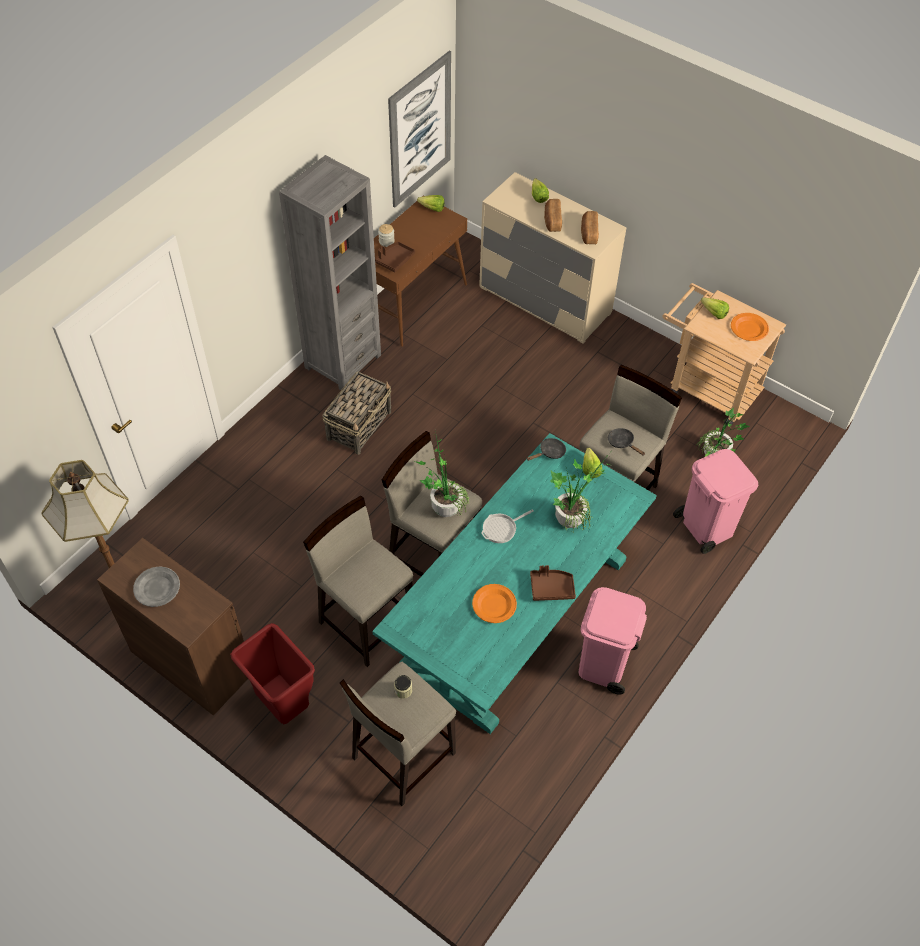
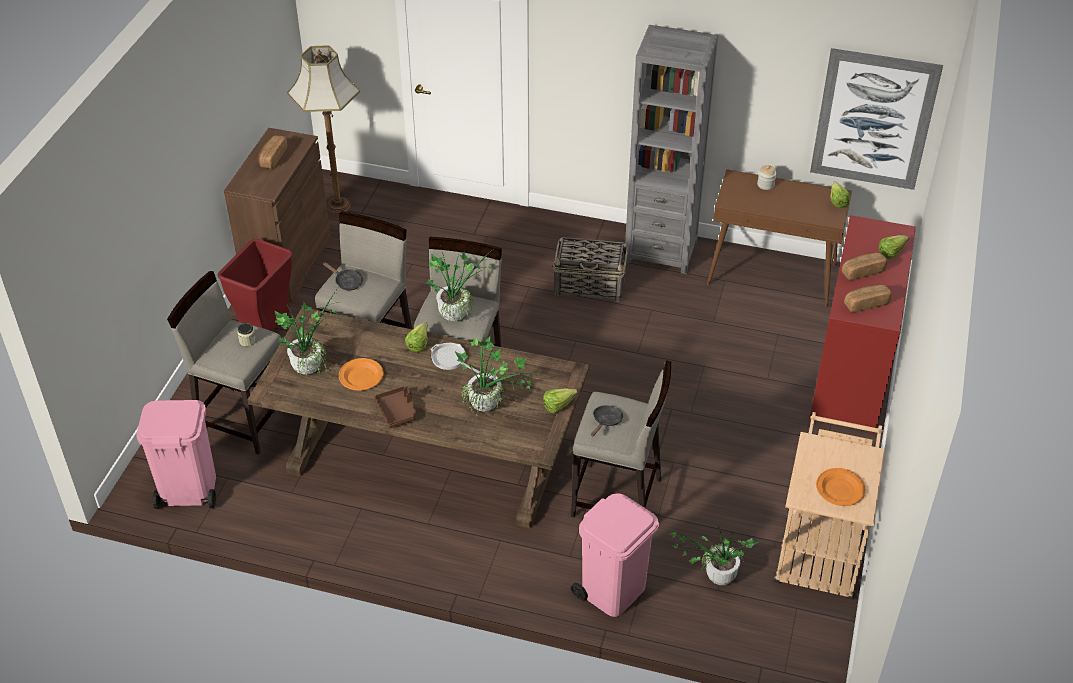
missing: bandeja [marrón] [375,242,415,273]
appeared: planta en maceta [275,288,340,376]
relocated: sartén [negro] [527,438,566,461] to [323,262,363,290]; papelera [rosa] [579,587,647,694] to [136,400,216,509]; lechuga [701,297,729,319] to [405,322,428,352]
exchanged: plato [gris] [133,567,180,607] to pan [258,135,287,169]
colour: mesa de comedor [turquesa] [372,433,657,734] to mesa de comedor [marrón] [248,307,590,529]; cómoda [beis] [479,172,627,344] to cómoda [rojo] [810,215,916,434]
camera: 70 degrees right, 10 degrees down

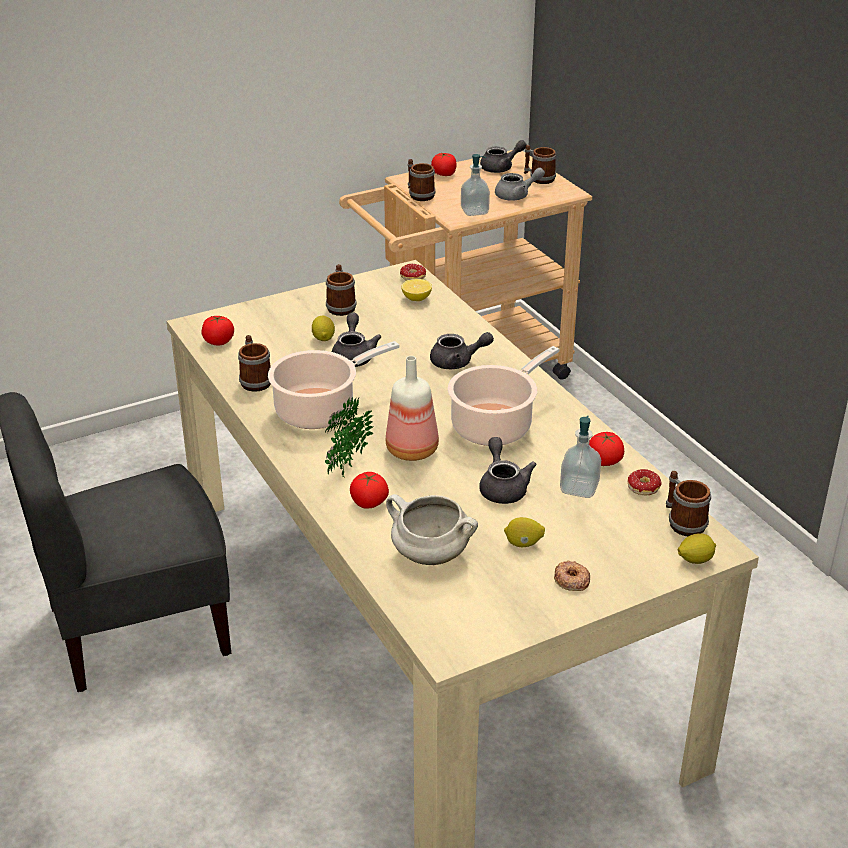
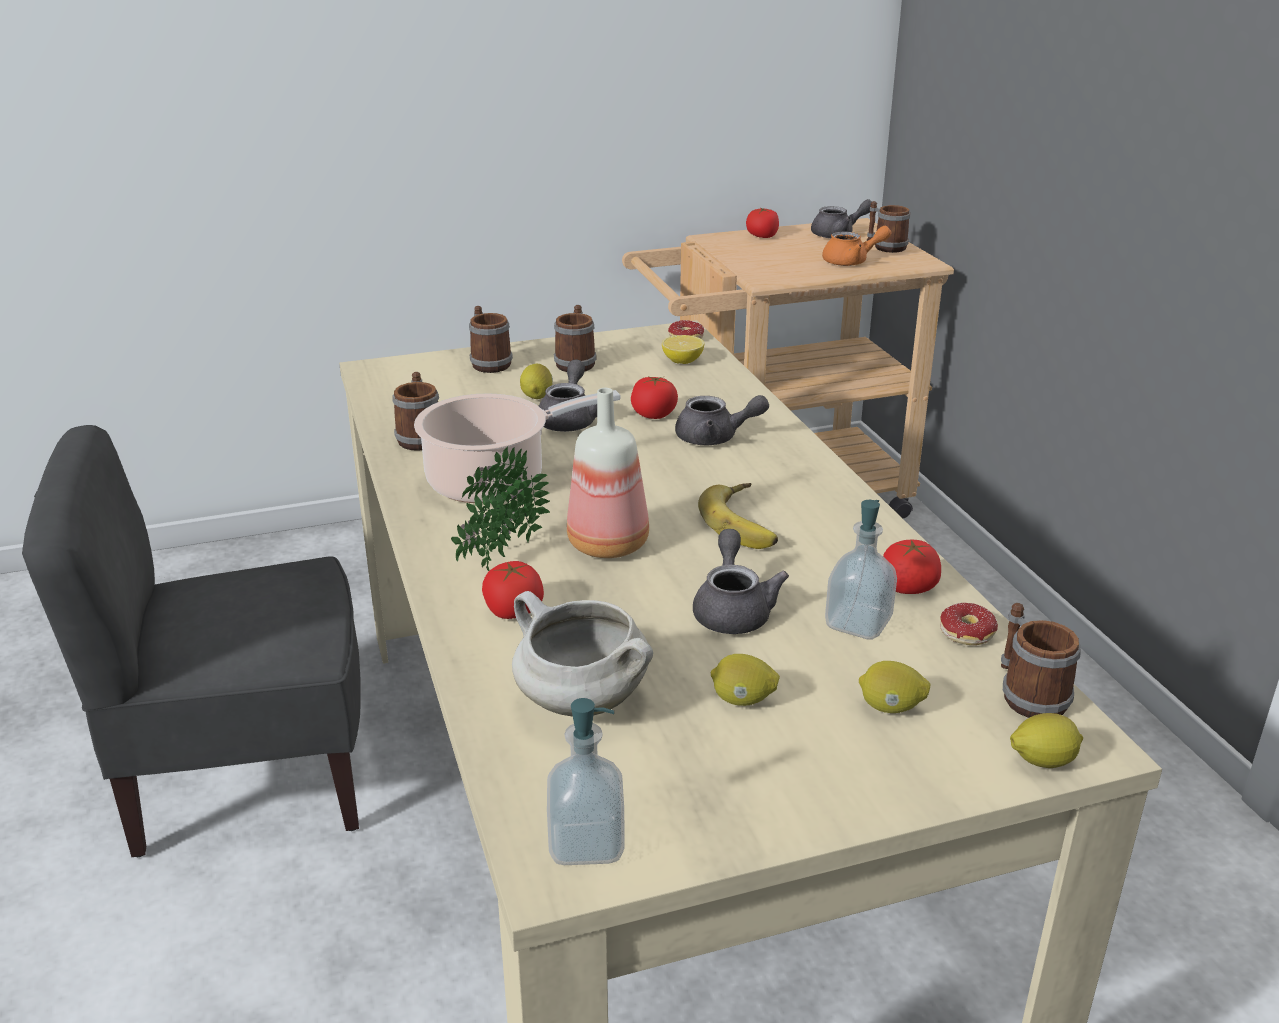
missing: rosquilla [554,560,590,591]
appeared: limón [859,661,931,713]
relocated: tomate [201,316,234,345] to [631,376,678,419]; taza grande [408,159,436,201] to [469,306,513,373]; dispensador de jabón [461,154,490,216] to [547,698,625,865]
exchanged: olla [448,346,559,446] to plátano [698,483,778,549]
colour: tetera [gris] [495,167,545,201] to tetera [naranja] [822,226,891,266]
camera: 10 degrees right, 5 degrees down

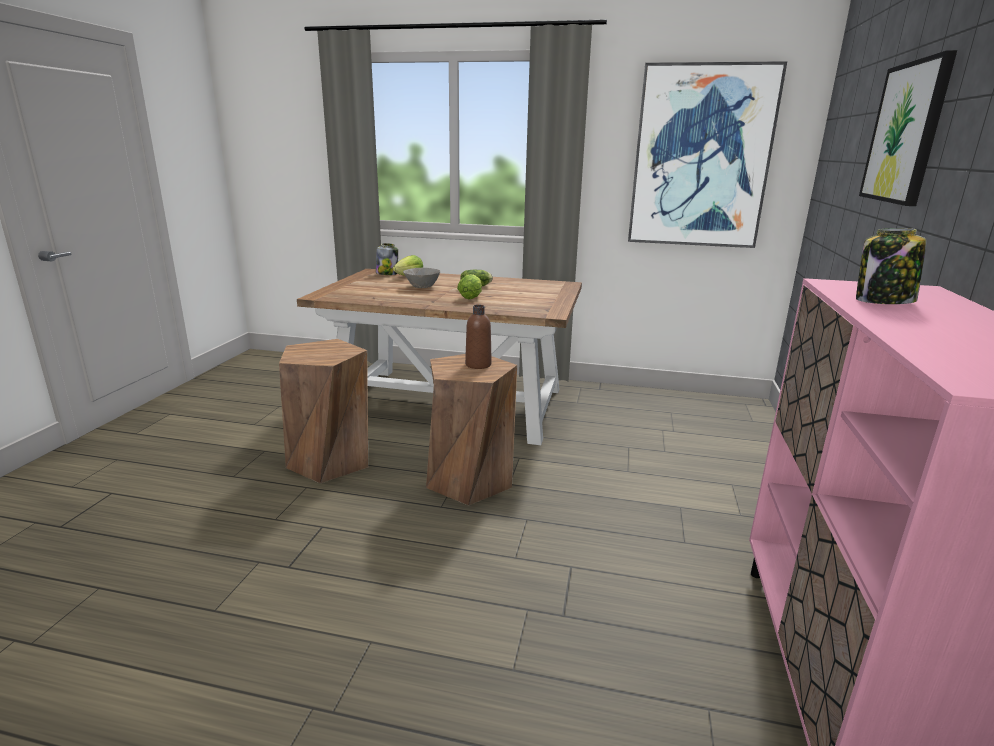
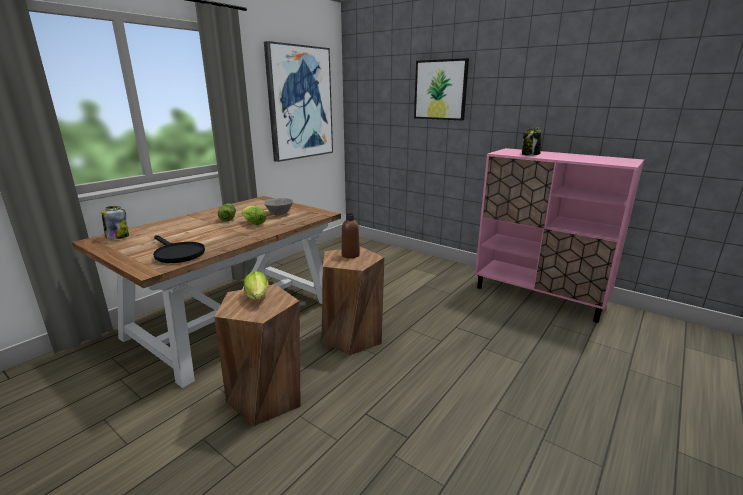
appeared: sartén [negro] [153,235,205,263]
relocated: lechuga [393,255,423,276] to [244,271,269,301]; cuenco [gris] [403,268,441,288] to [263,198,293,215]
camera: 65 degrees left, 0 degrees up

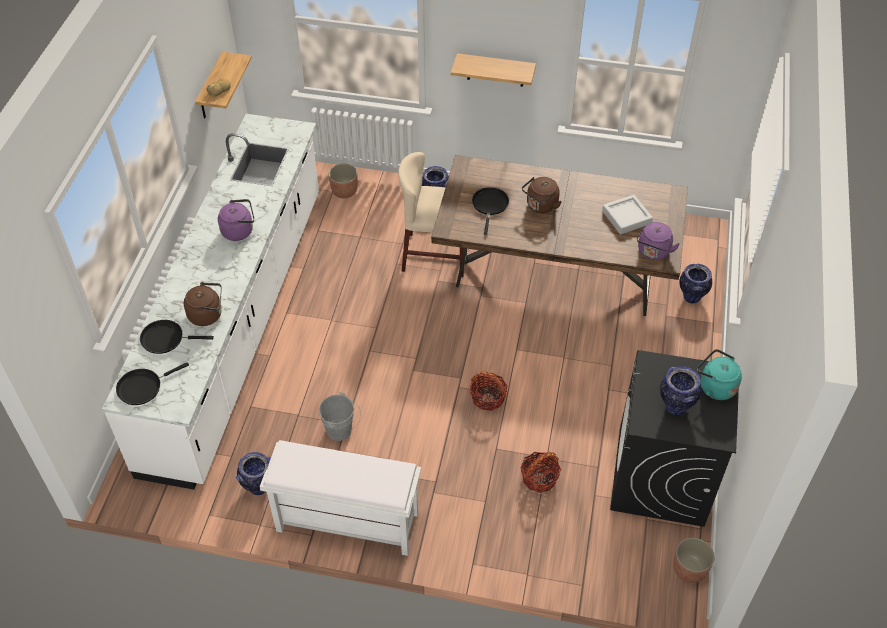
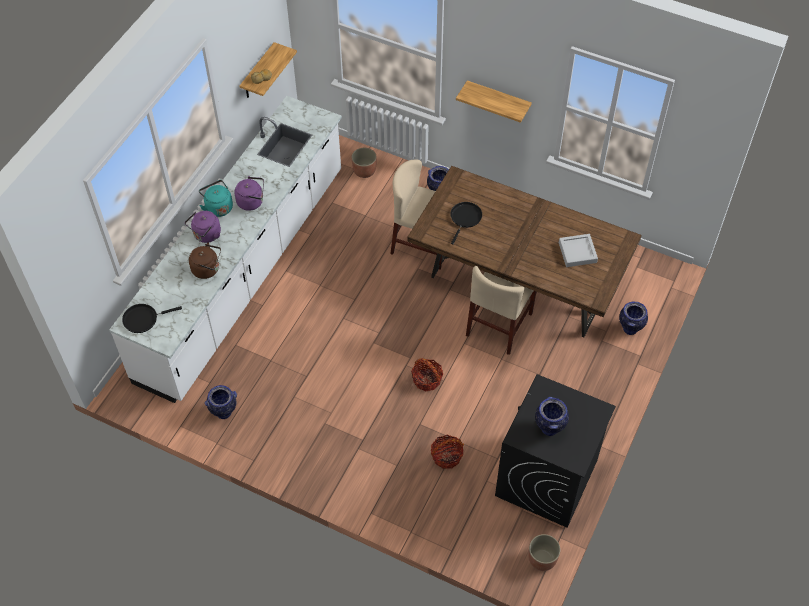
missing: sartén [negro] [140,320,214,354]; banco [blanco] [260,440,421,556]; cubo [gris] [319,392,361,441]; hervidor [marrón] [522,177,562,213]
appeared: silla [beis] [466,266,536,355]
relocated: hervidor [morado] [637,222,680,260] to [185,211,221,243]; hervidor [turquesa] [697,349,742,400] to [199,180,233,217]
camera: 15 degrees right, 5 degrees up

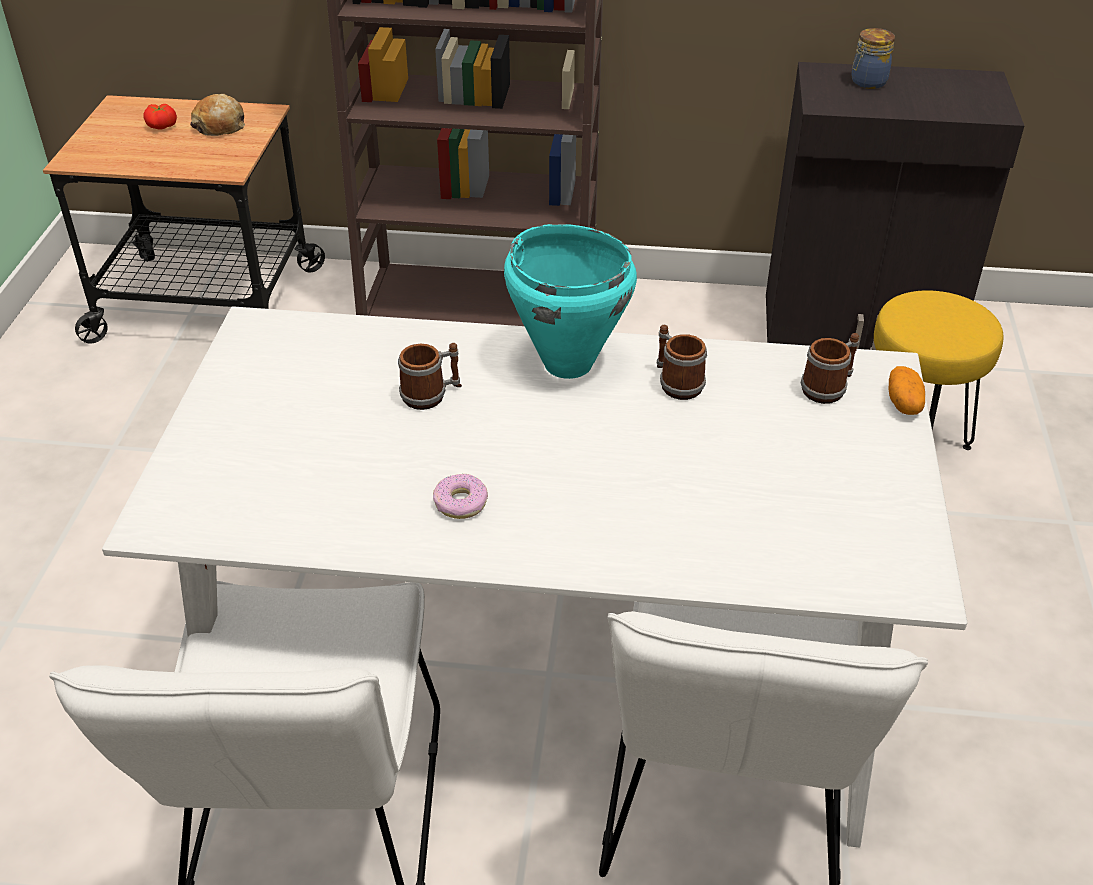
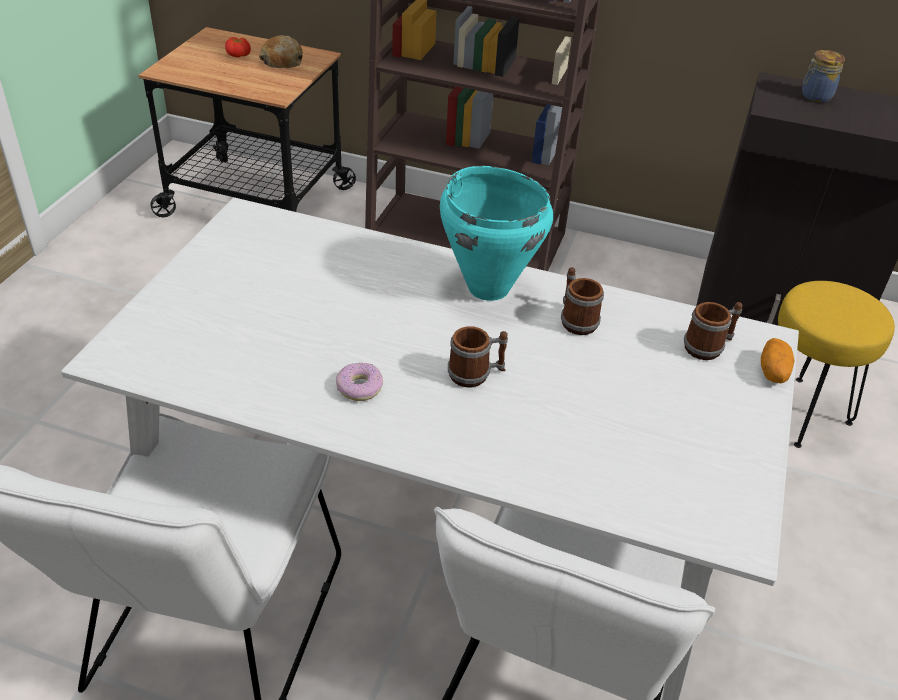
relocated: taza grande [398,343,462,410] to [448,326,508,387]
camera: 10 degrees right, 0 degrees up

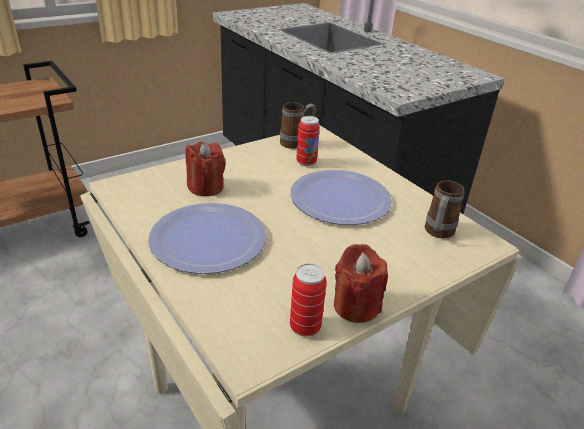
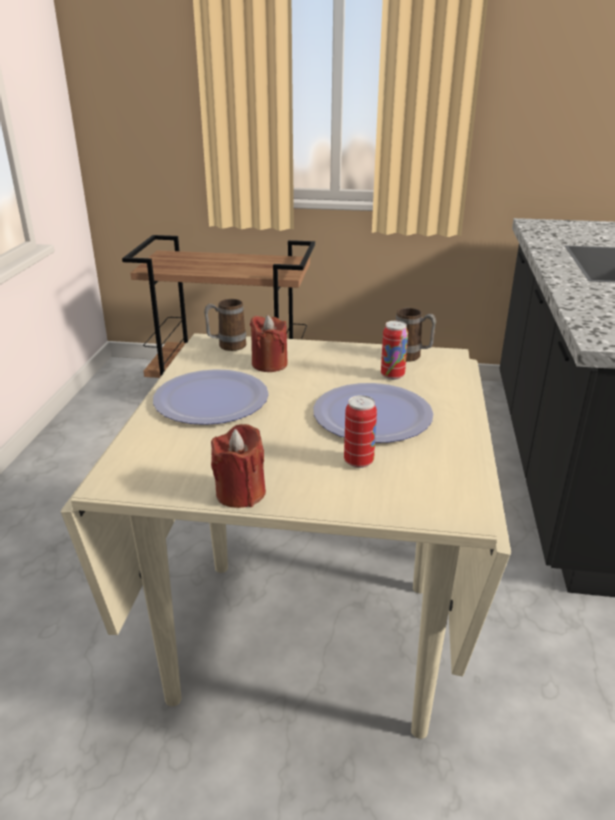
relocated: lata [290,263,327,336] to [344,395,377,468]; taza grande [425,180,465,238] to [204,299,246,351]
camera: 45 degrees right, 5 degrees down

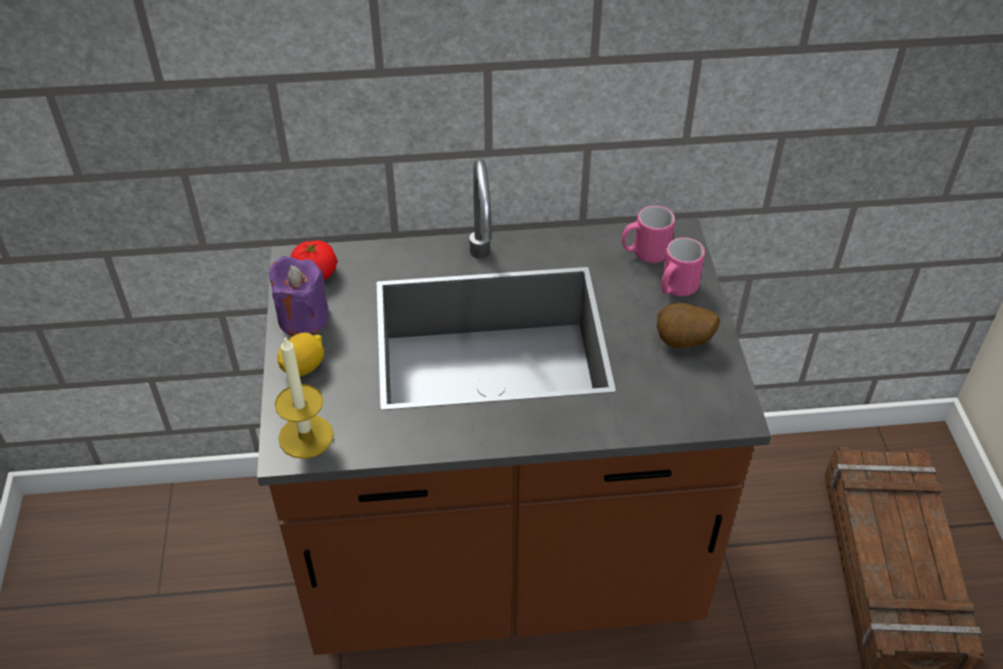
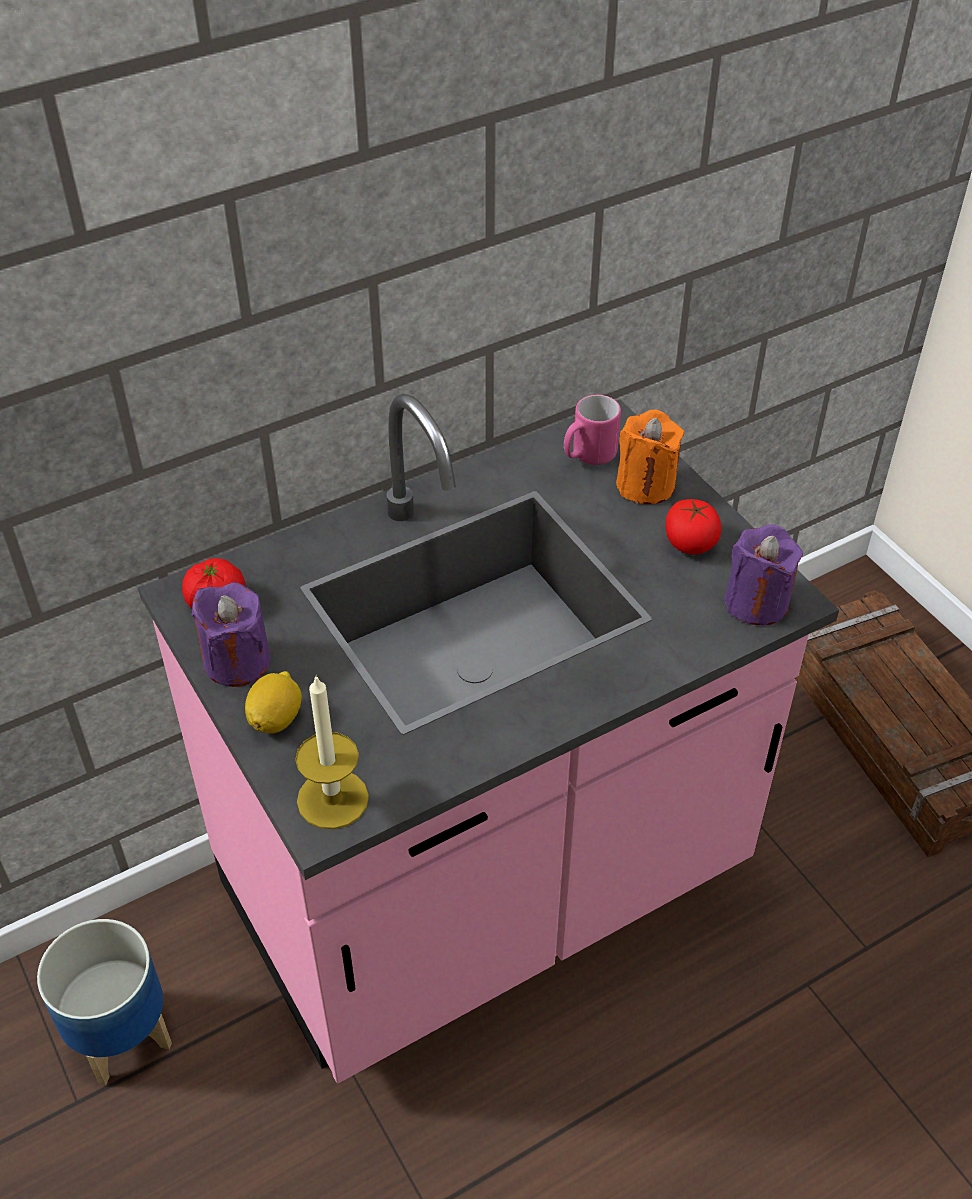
appeared: maceta [37,919,172,1086]; vela [morado] [725,524,803,625]
exchanged: patata [657,303,720,349] to tomate [666,499,721,555]; taza grande [rosa] [661,237,705,296] to vela [naranja] [616,409,684,504]
colour: mueble bajo de cocina [marrón] [257,158,771,655] to mueble bajo de cocina [rosa] [138,394,839,1083]
camera: 25 degrees left, 0 degrees up

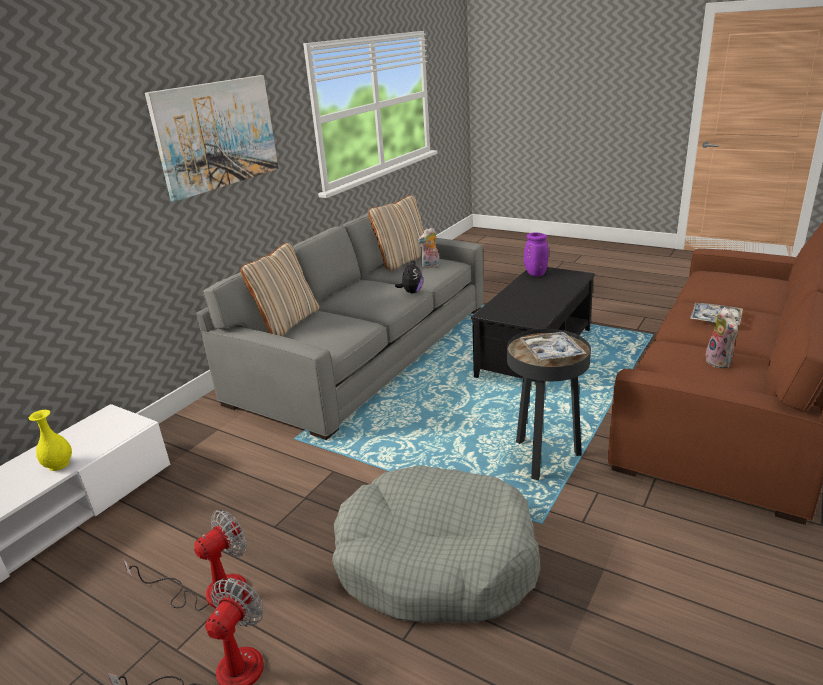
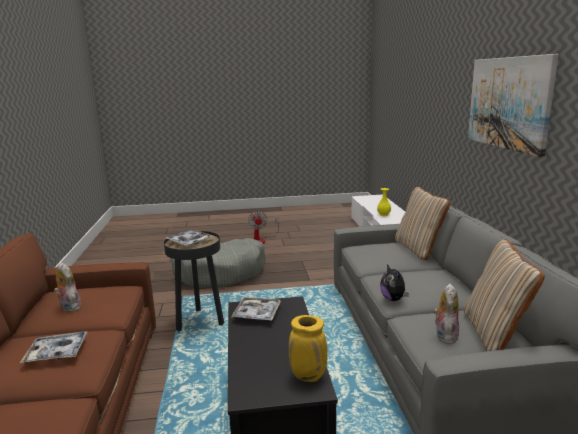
missing: ventilador [123,510,248,611]
appeared: bandeja [231,297,281,321]
colour: florero [morado] [524,232,549,276] to florero [amarillo] [289,315,328,382]
camera: 140 degrees right, 10 degrees down

